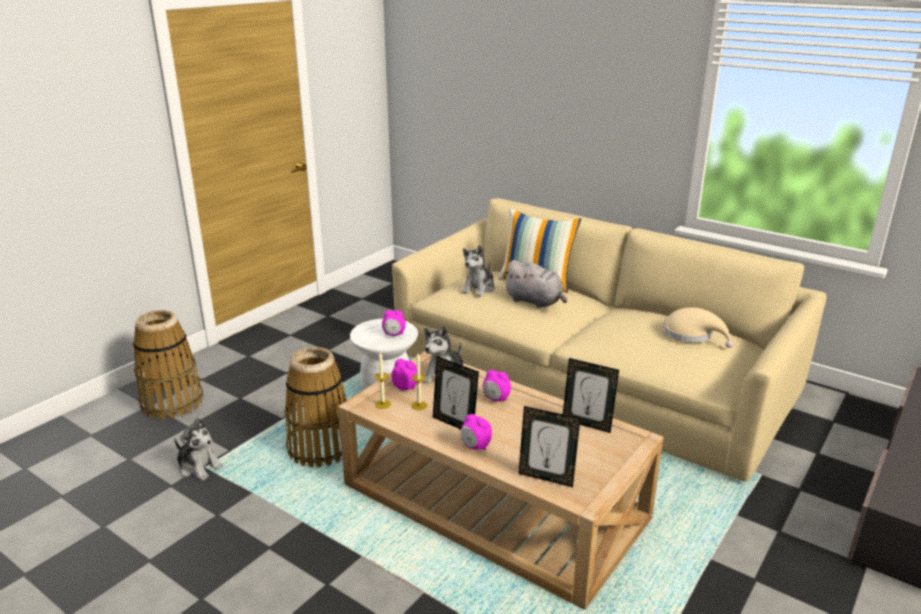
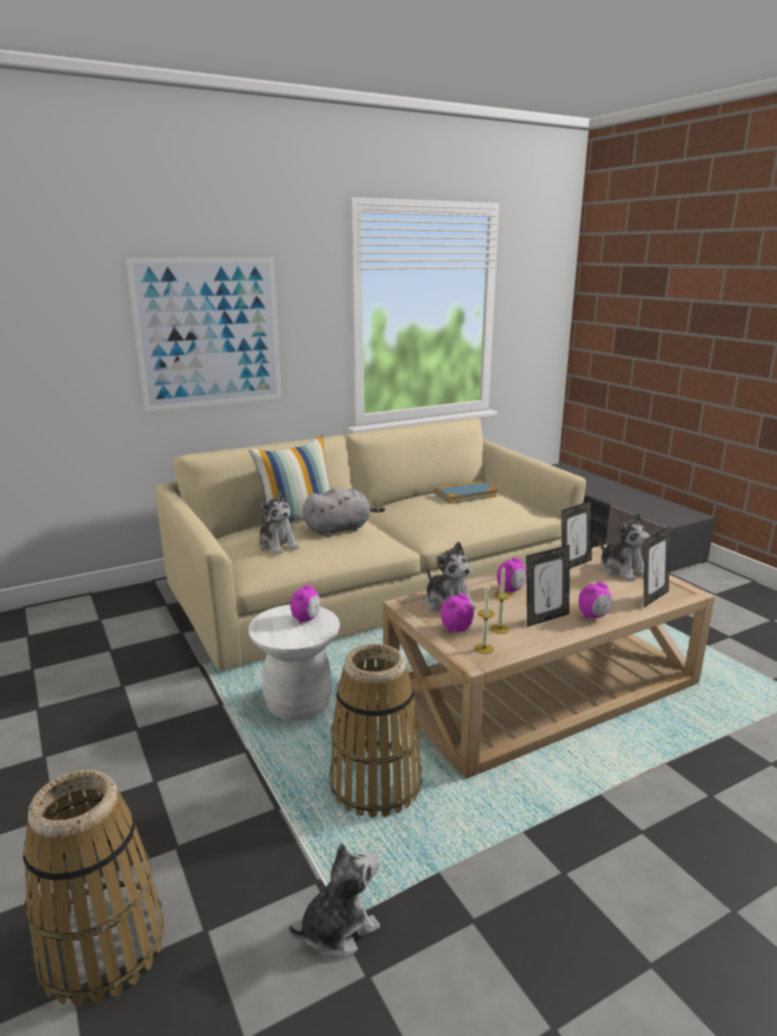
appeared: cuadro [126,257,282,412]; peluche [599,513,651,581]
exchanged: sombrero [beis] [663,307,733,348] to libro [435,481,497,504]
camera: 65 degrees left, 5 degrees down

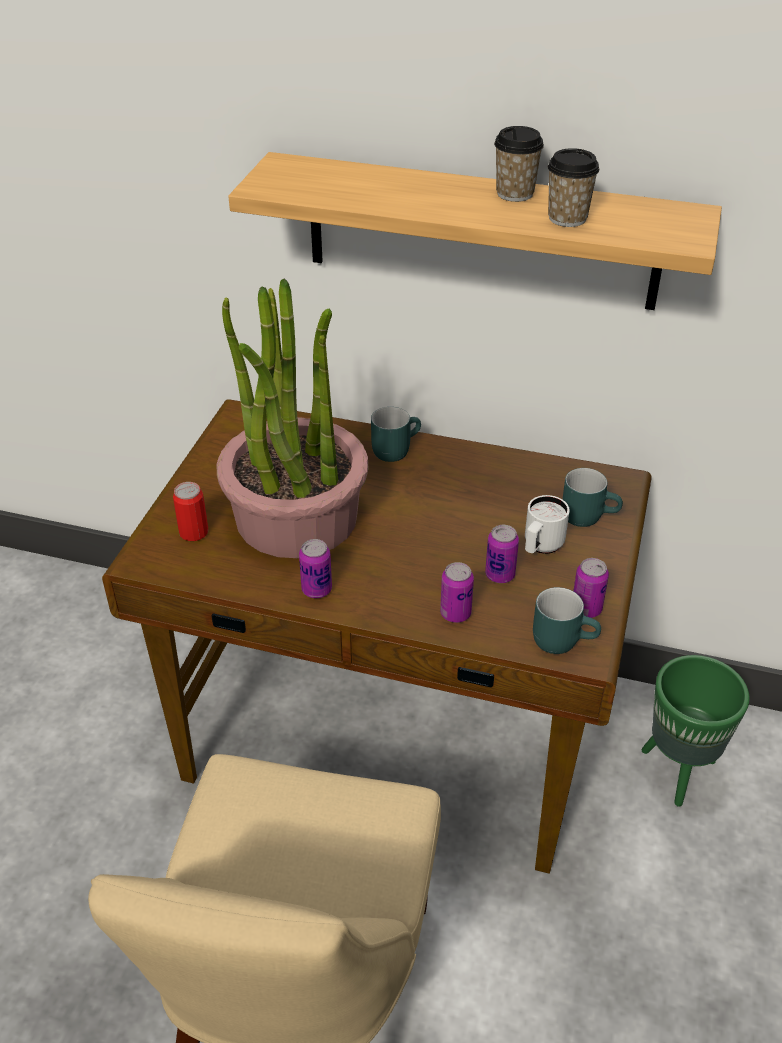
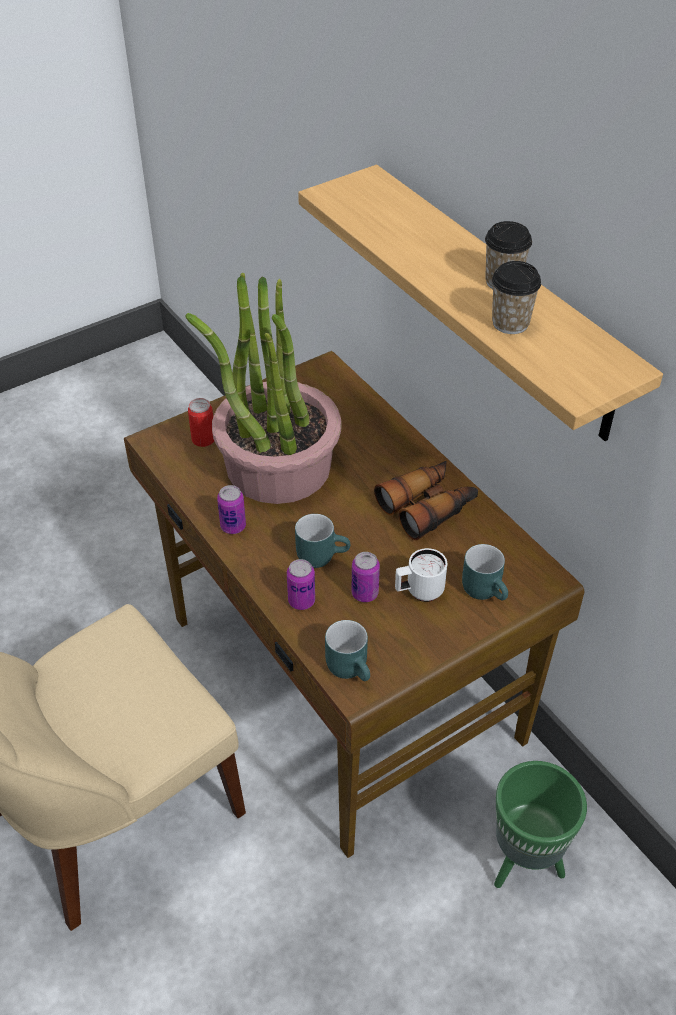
missing: lata [573,558,609,618]
appeared: prismáticos [374,461,478,540]
relocated: taza grande [turquesa] [371,407,421,462] to [295,514,350,568]
camera: 40 degrees right, 5 degrees up

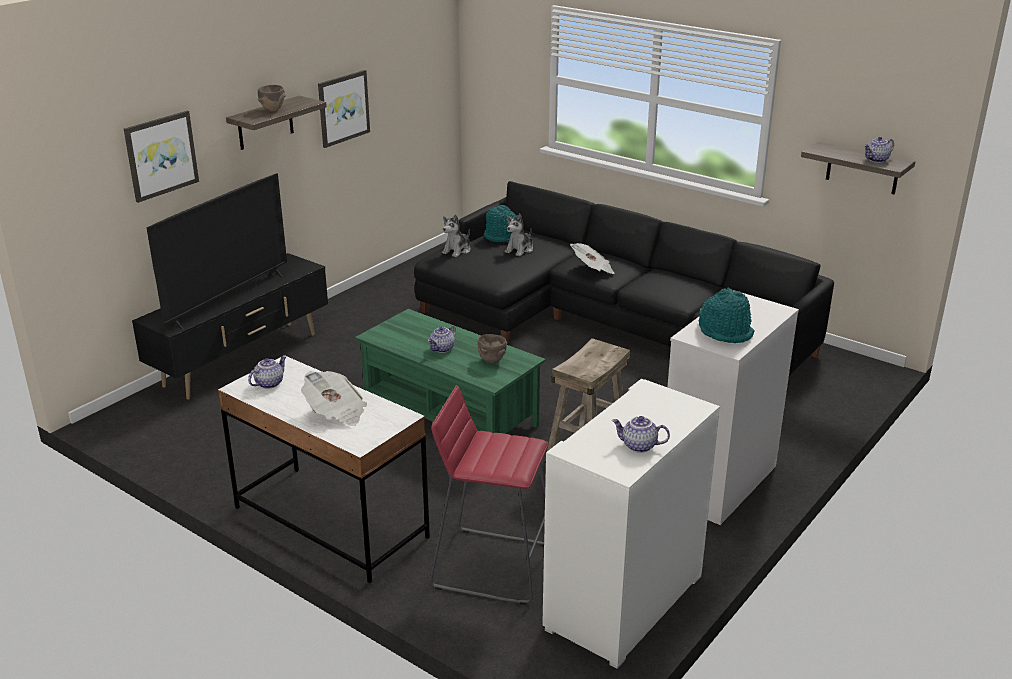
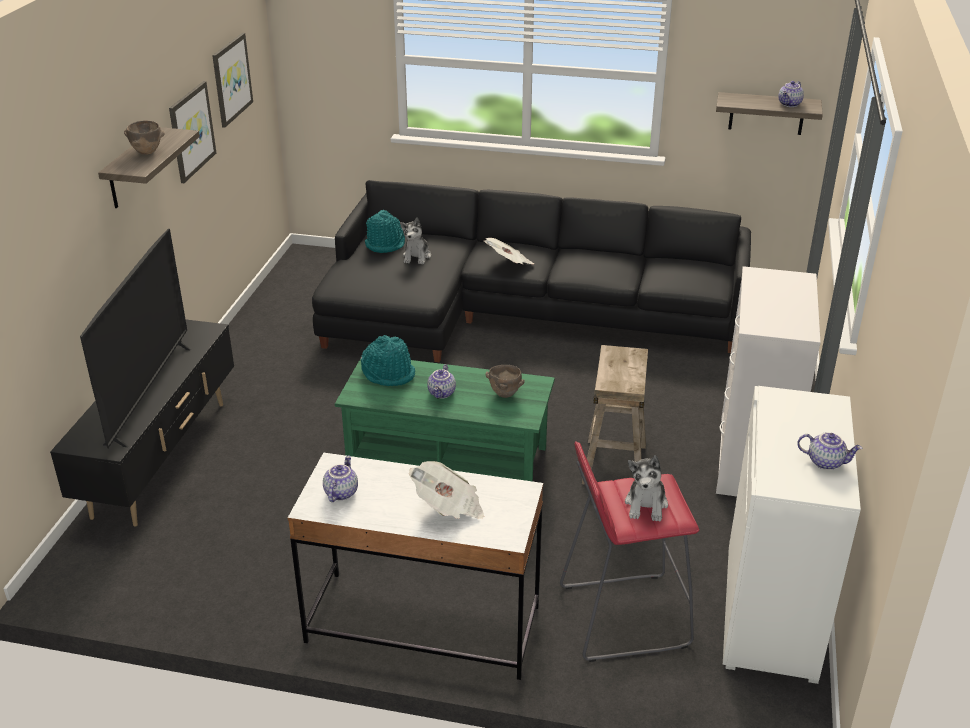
relocated: cuadro [124,111,199,203] to [212,33,253,128]; peluche [442,214,471,257] to [625,455,668,522]; sombrero [turquesa] [699,288,754,343] to [361,335,415,386]
spun: tetera [612,416,670,453] = [797,432,862,470] 150 degrees counterclockwise
camera: 25 degrees left, 5 degrees up

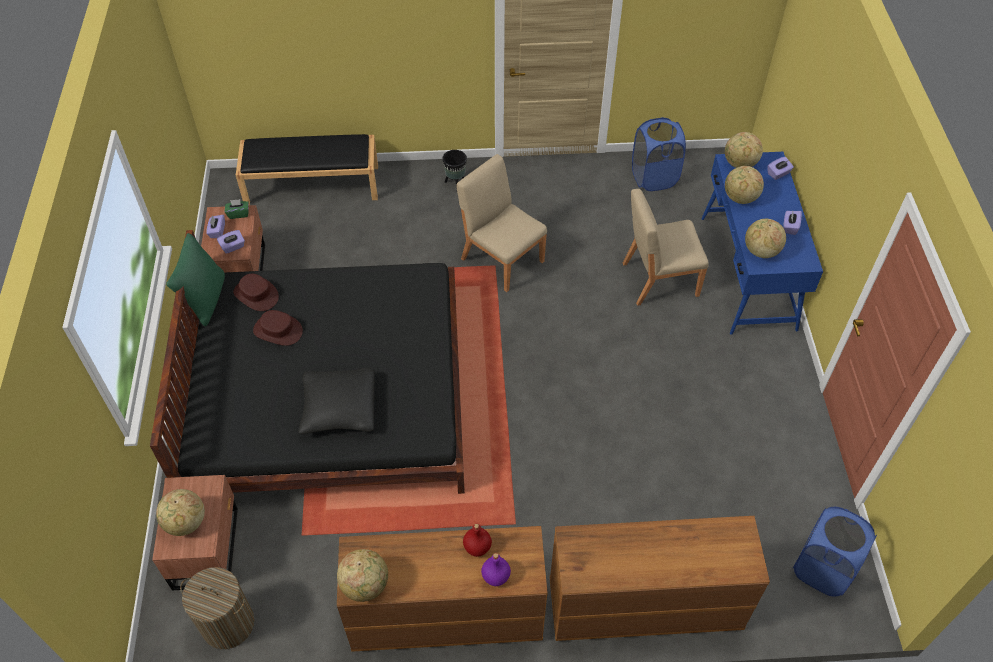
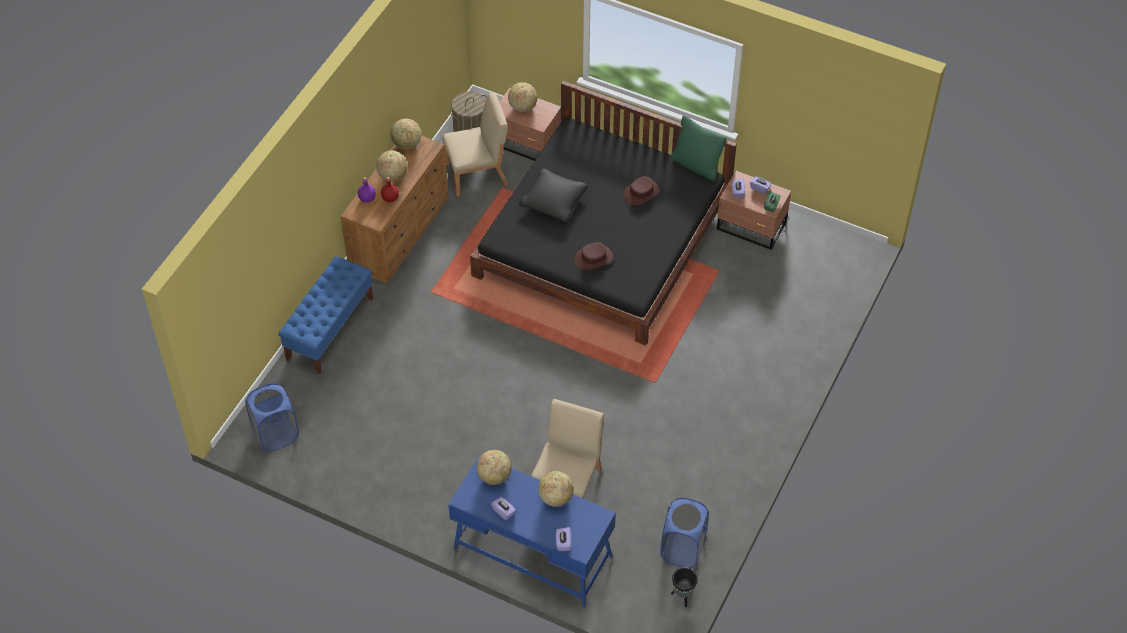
missing: banco [negro] [236,134,378,205]
relocated: sombrero [marrón] [233,274,279,311] to [574,242,613,270]; maceta [negro] [442,150,467,189] to [671,567,698,607]; silla [beis] [456,154,547,292] to [443,92,508,196]; globo terráqueo [725,132,763,168] to [376,151,408,182]
exchanged: cómoda [marrón] [550,516,770,641] to banco [azul] [278,256,373,374]
camera: 120 degrees right, 0 degrees up

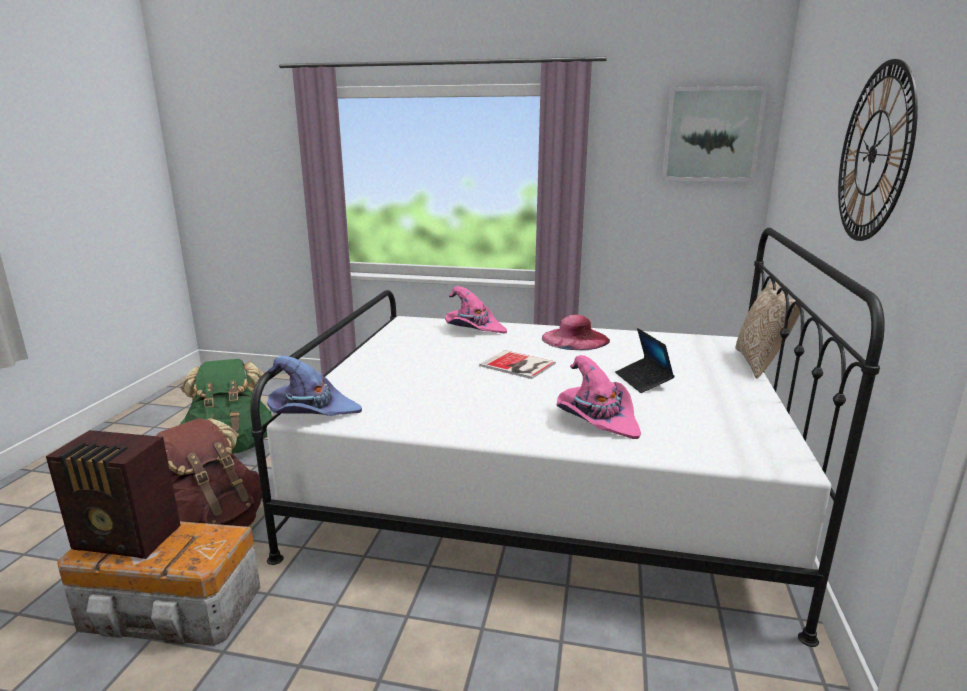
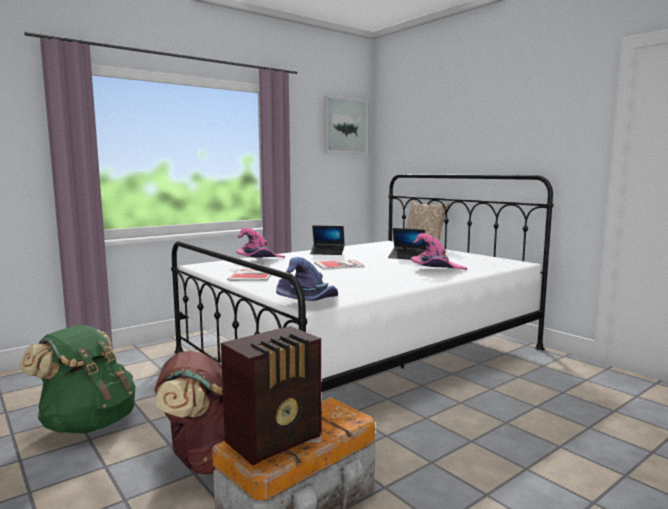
missing: reloj de pared [838,59,918,241]
appeared: libro [227,269,271,281]
exchanged: sombrero [rosa] [542,315,610,350] to portátil [310,225,345,255]
camera: 50 degrees left, 10 degrees down

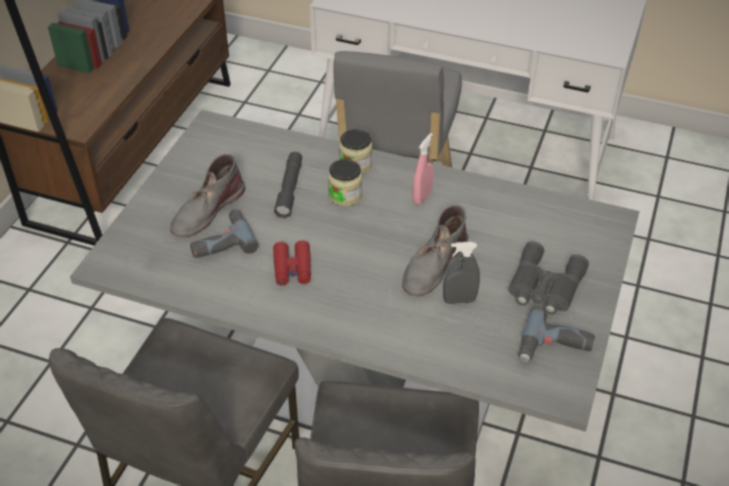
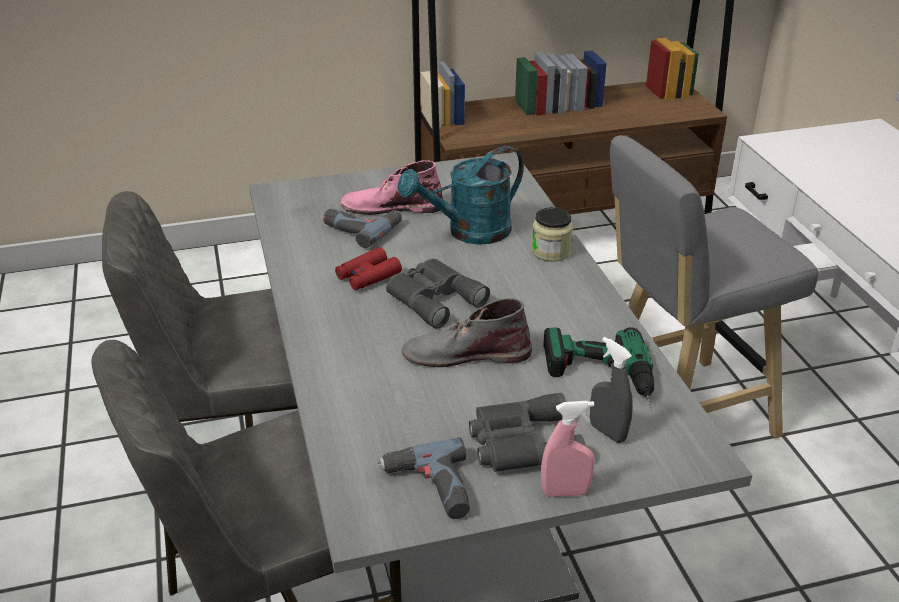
missing: tarro [328,159,362,206]
appeared: prismáticos [gris] [386,259,490,329]; taladro [543,327,655,411]
relocated: pulverizador [rosa] [412,133,434,205] to [541,401,595,497]; pulverizador [gris] [443,242,480,304] to [590,337,633,443]
exchanged: linterna [gris] [274,152,302,218] to regadera [turquesa] [397,146,524,245]
colour: bota [gris] [170,154,245,237] to bota [rosa] [340,160,444,215]
camera: 55 degrees right, 10 degrees down

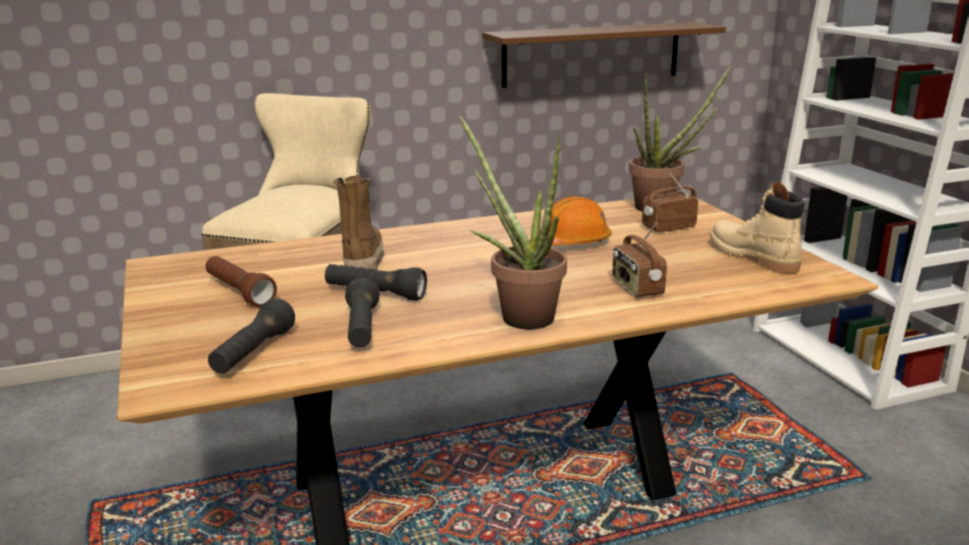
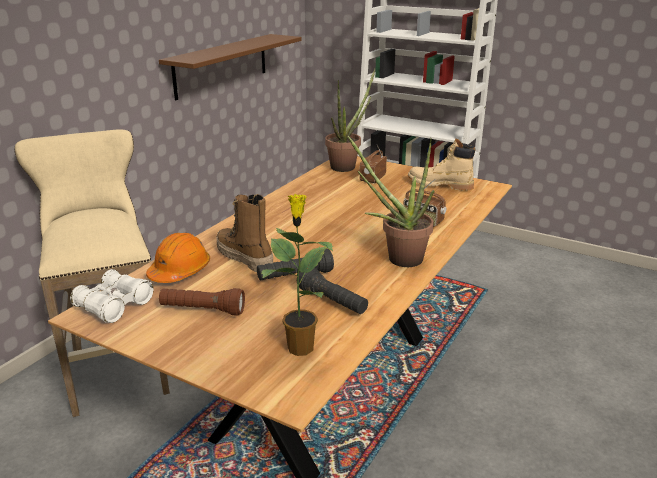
appeared: prismáticos [blanco] [70,269,154,323]
relocated: casco [naranja] [539,196,611,245] to [146,233,210,283]
exchanged: linterna [negro] [208,299,295,374] to planta en maceta [261,194,334,356]
camera: 40 degrees left, 5 degrees up

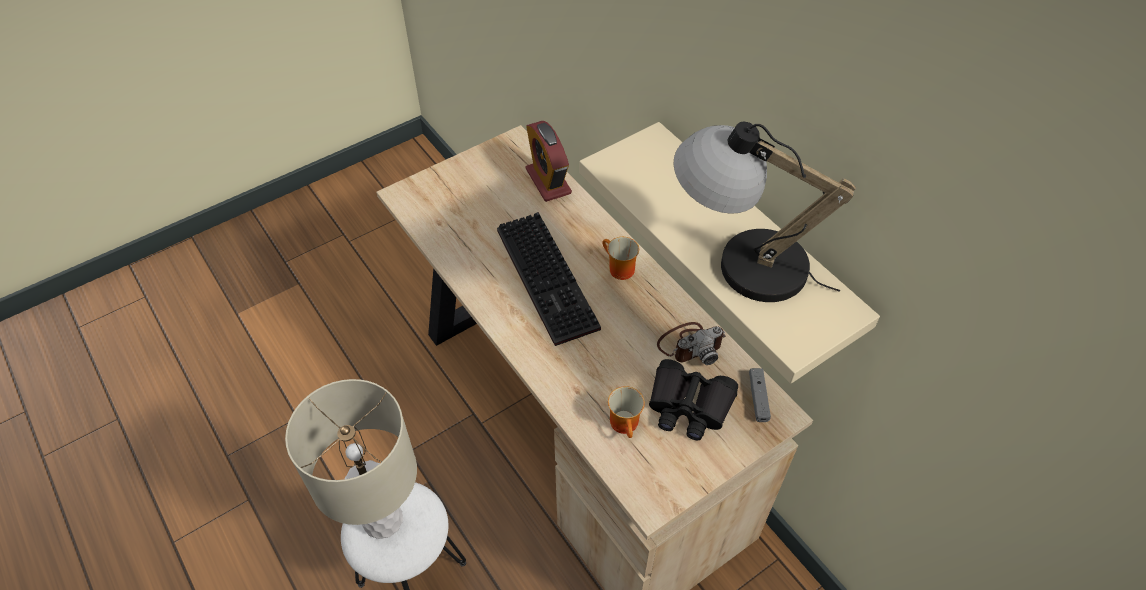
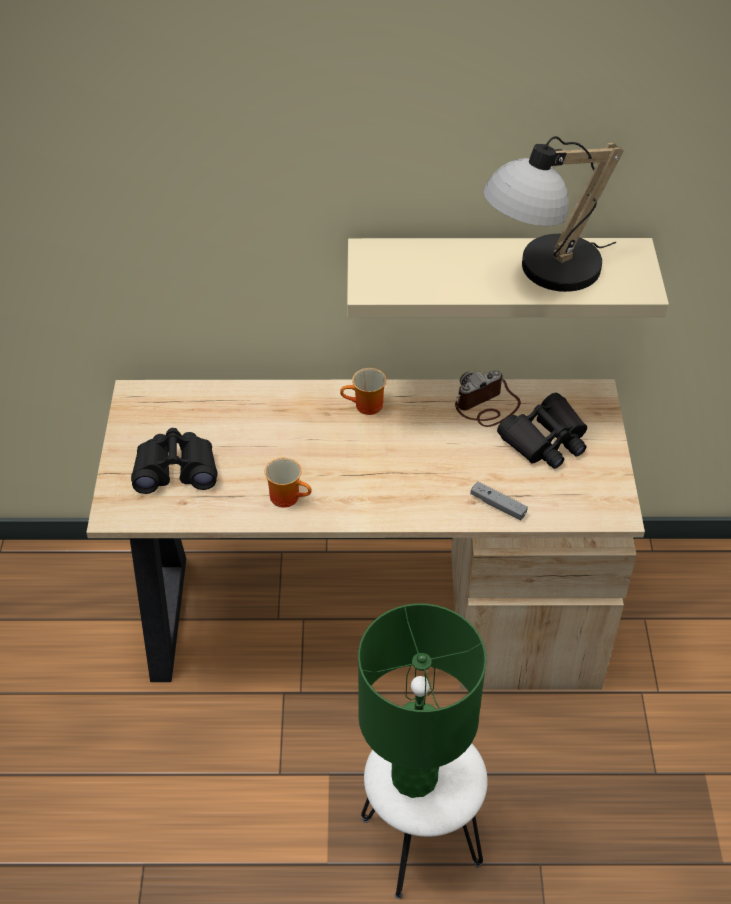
missing: teclado [497,212,601,346]; despertador [526,121,572,202]
appeared: prismáticos [negro] [131,428,218,494]
relocated: taza grande [608,386,645,438] to [265,458,312,508]; mando de consola [gris] [749,368,771,422] to [470,482,528,520]
colour: lámpara de mesa [beis] [285,379,417,539] to lámpara de mesa [verde] [358,603,486,798]
spun: cámara [657,322,726,365] = [455,370,521,427] 135 degrees counterclockwise
camera: 55 degrees left, 5 degrees down

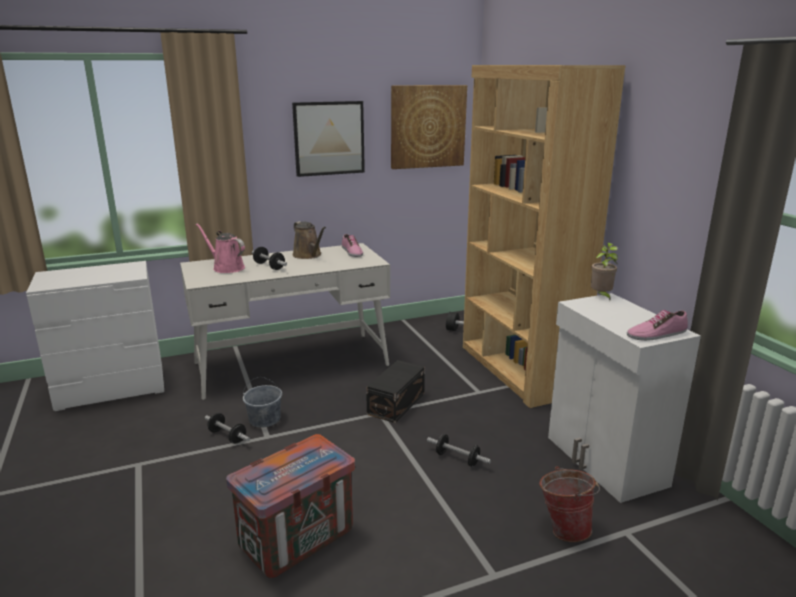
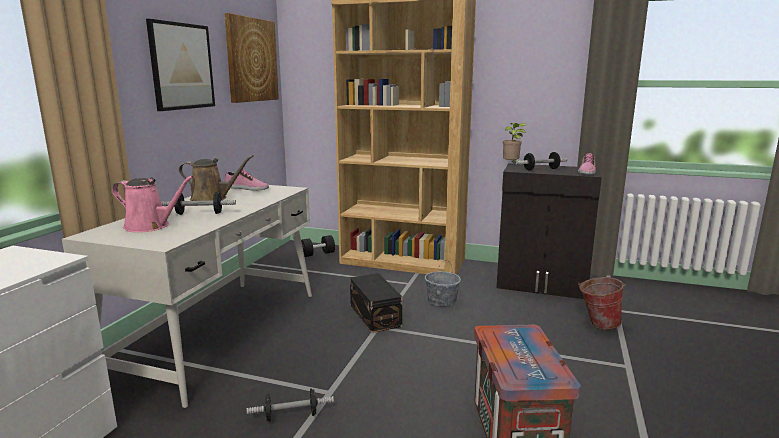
relocated: cubo [gris] [243,377,282,428] to [425,260,461,307]; mancuerna [427,434,491,467] to [516,152,567,171]
colour: armario [blanco] [548,293,701,503] to armario [negro] [496,163,602,299]
spun: regadera [rosa] [196,223,245,273] = [112,176,194,232] 150 degrees counterclockwise
camera: 50 degrees left, 5 degrees down

